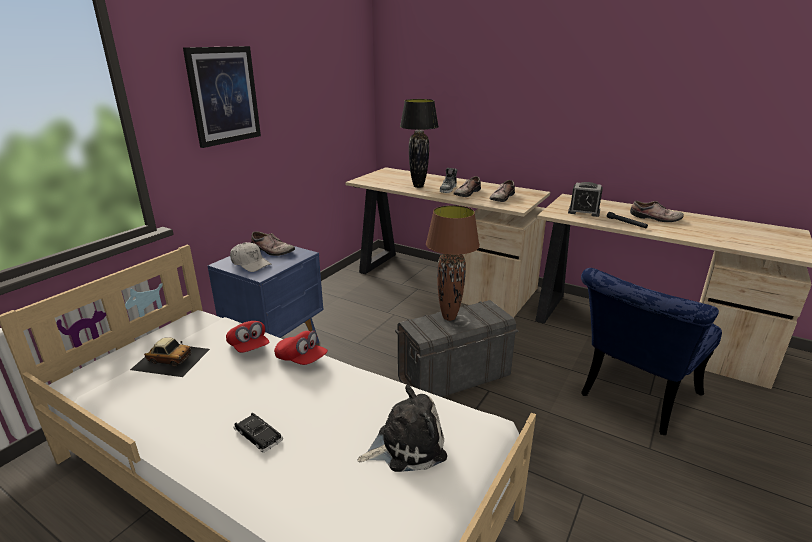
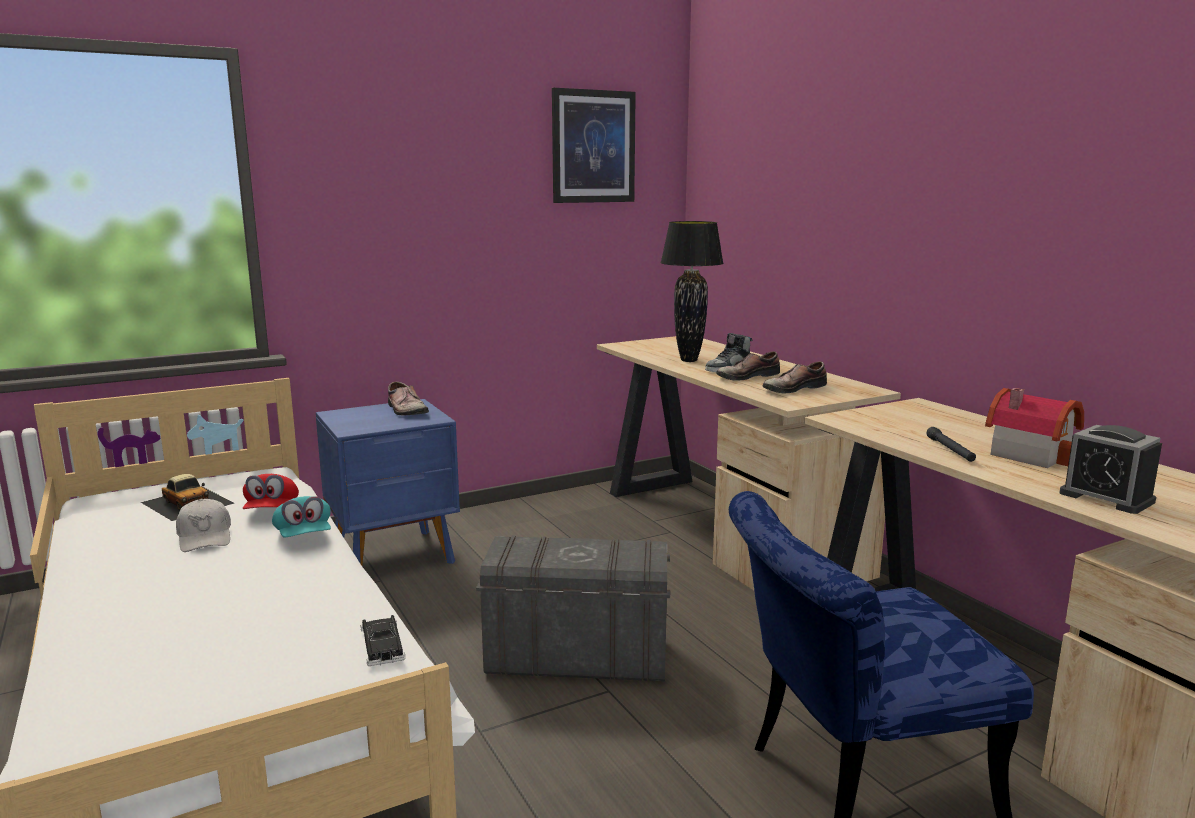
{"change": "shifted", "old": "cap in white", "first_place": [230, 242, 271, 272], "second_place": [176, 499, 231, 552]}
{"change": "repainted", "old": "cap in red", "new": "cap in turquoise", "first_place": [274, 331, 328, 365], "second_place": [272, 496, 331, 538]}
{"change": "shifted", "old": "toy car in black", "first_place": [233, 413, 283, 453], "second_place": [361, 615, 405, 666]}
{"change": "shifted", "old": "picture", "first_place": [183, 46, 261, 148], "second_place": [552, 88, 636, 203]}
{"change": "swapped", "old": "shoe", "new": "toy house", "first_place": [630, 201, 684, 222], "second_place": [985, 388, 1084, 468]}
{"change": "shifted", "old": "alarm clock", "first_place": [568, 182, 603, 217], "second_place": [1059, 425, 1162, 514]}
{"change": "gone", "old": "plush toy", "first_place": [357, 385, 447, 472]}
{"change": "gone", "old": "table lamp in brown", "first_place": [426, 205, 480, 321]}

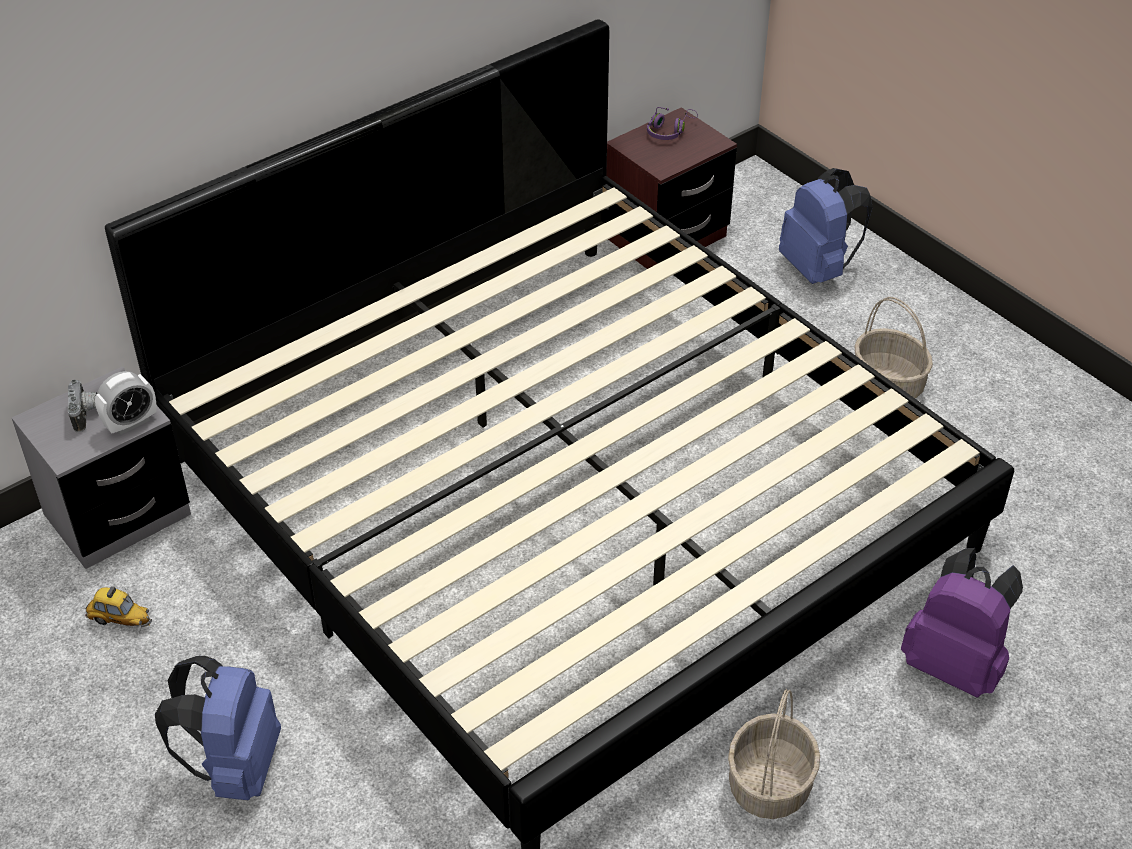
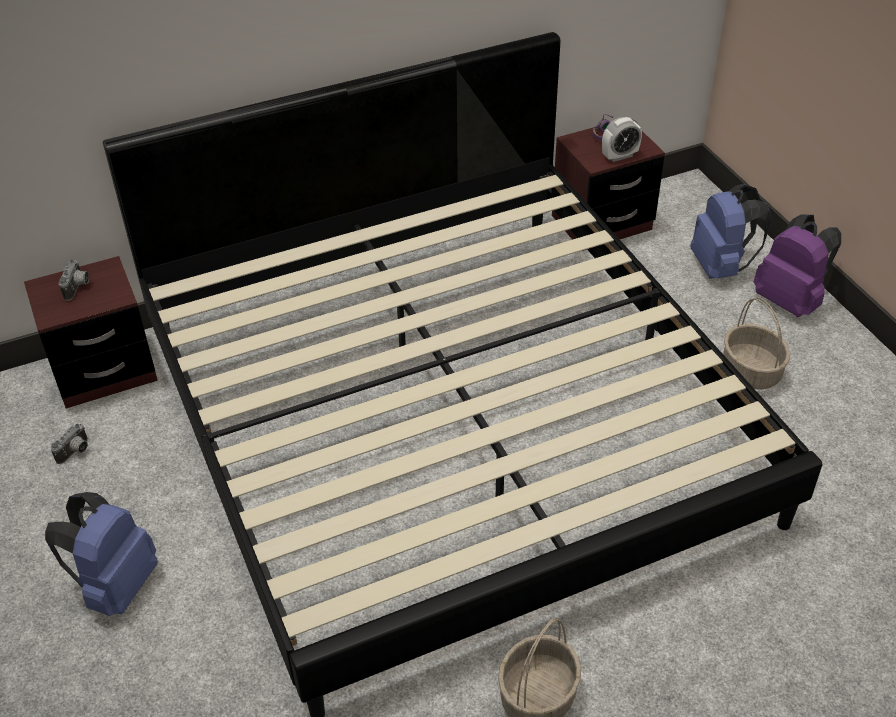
{"change": "repainted", "old": "nightstand in grey", "new": "nightstand in brown", "first_place": [12, 367, 191, 569], "second_place": [24, 256, 158, 408]}
{"change": "swapped", "old": "toy car", "new": "photo camera", "first_place": [85, 586, 152, 627], "second_place": [51, 424, 88, 464]}
{"change": "shifted", "old": "alarm clock", "first_place": [95, 371, 157, 435], "second_place": [602, 117, 642, 162]}
{"change": "shifted", "old": "backpack in purple", "first_place": [901, 548, 1023, 698], "second_place": [754, 214, 841, 317]}

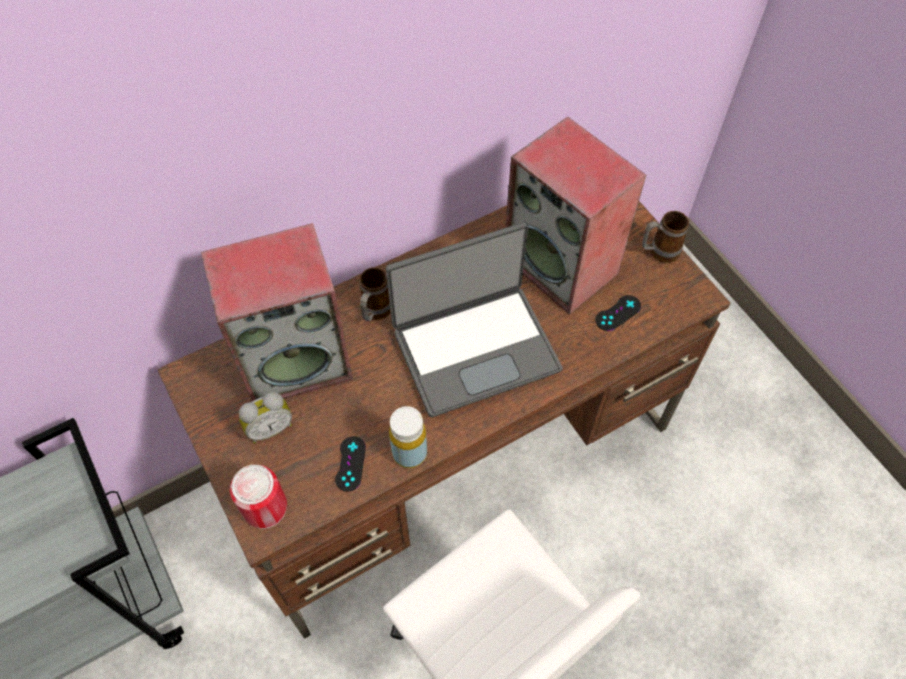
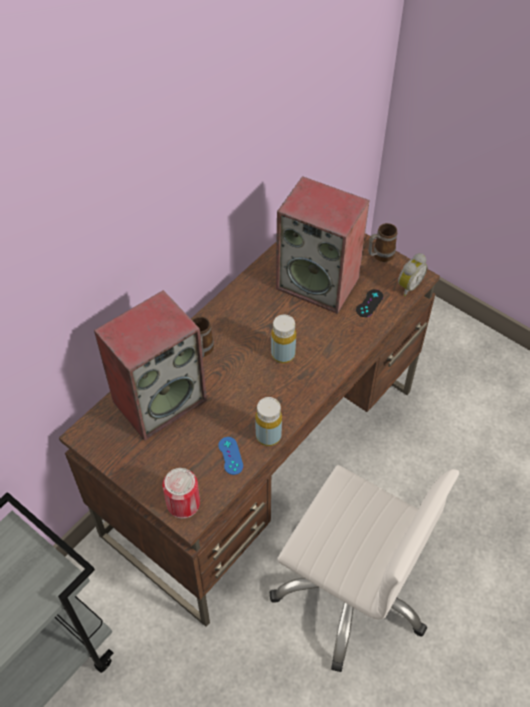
{"change": "repainted", "old": "game controller in black", "new": "game controller in blue", "first_place": [335, 436, 366, 492], "second_place": [218, 437, 243, 475]}
{"change": "swapped", "old": "laptop", "new": "bottle in yellow", "first_place": [386, 222, 562, 417], "second_place": [271, 315, 296, 363]}
{"change": "shifted", "old": "alarm clock", "first_place": [239, 392, 292, 444], "second_place": [398, 253, 428, 296]}

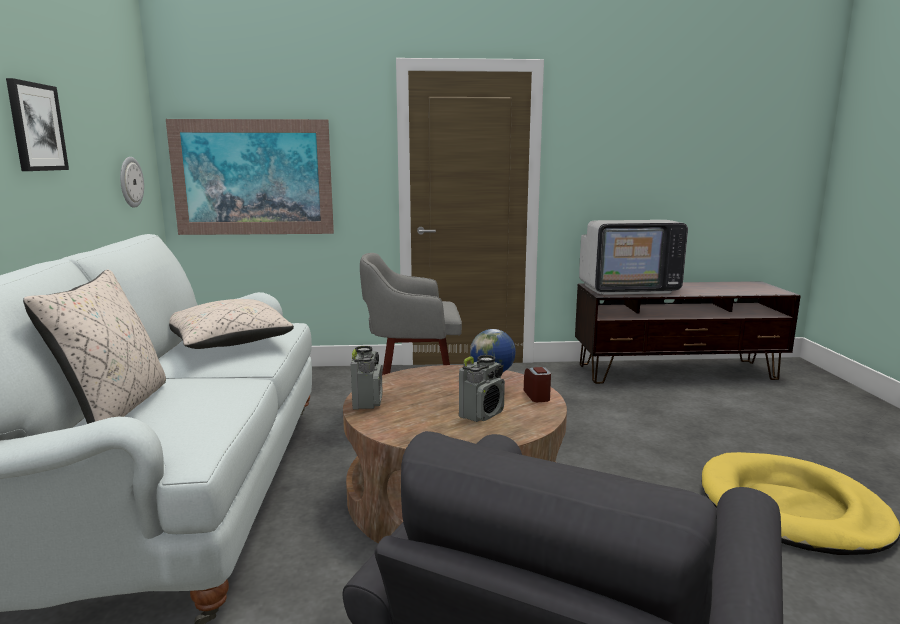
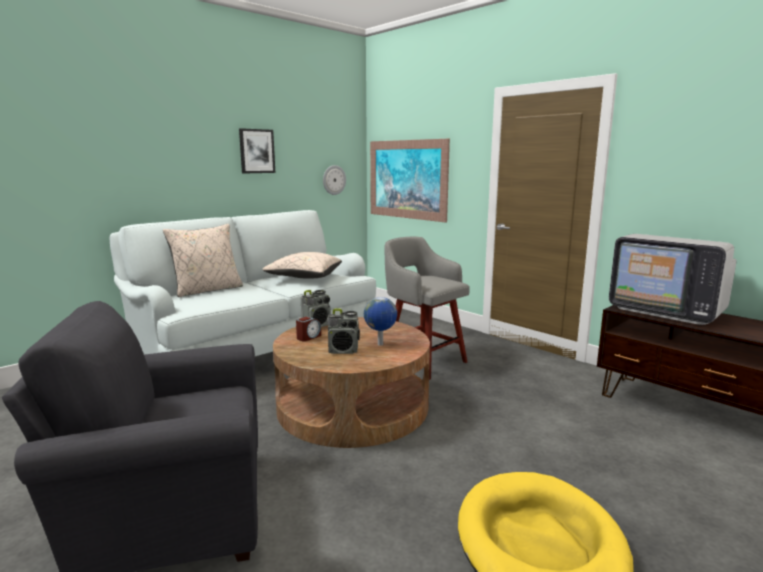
{"change": "shifted", "old": "alarm clock", "first_place": [524, 367, 551, 402], "second_place": [296, 317, 321, 342]}

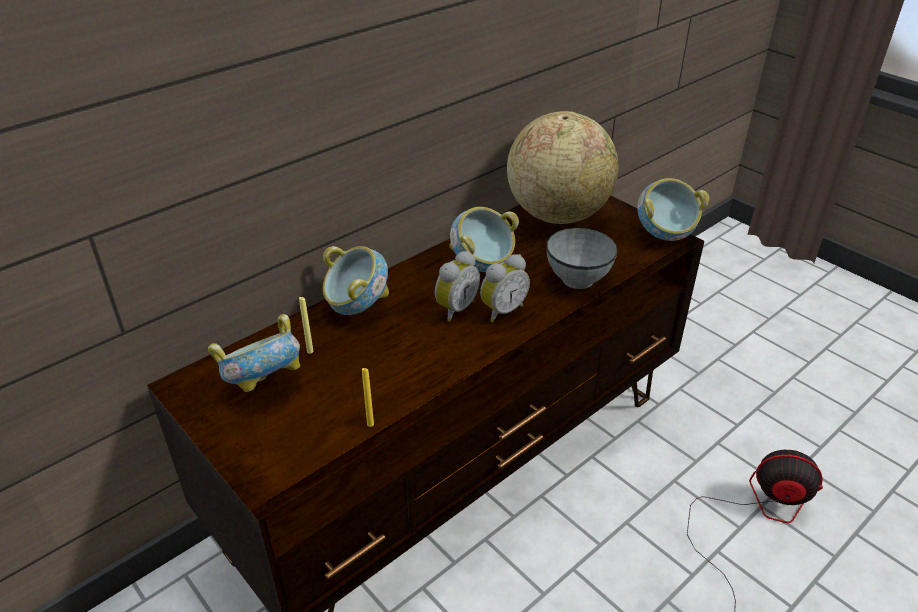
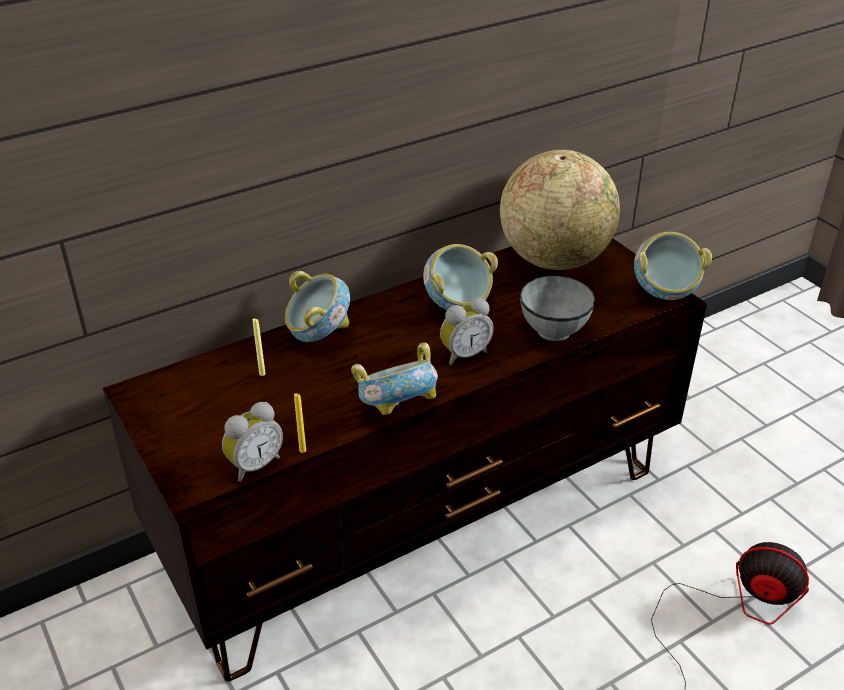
{"change": "shifted", "old": "alarm clock", "first_place": [435, 251, 480, 322], "second_place": [222, 402, 283, 482]}
{"change": "shifted", "old": "bowl", "first_place": [208, 314, 300, 392], "second_place": [351, 342, 438, 415]}

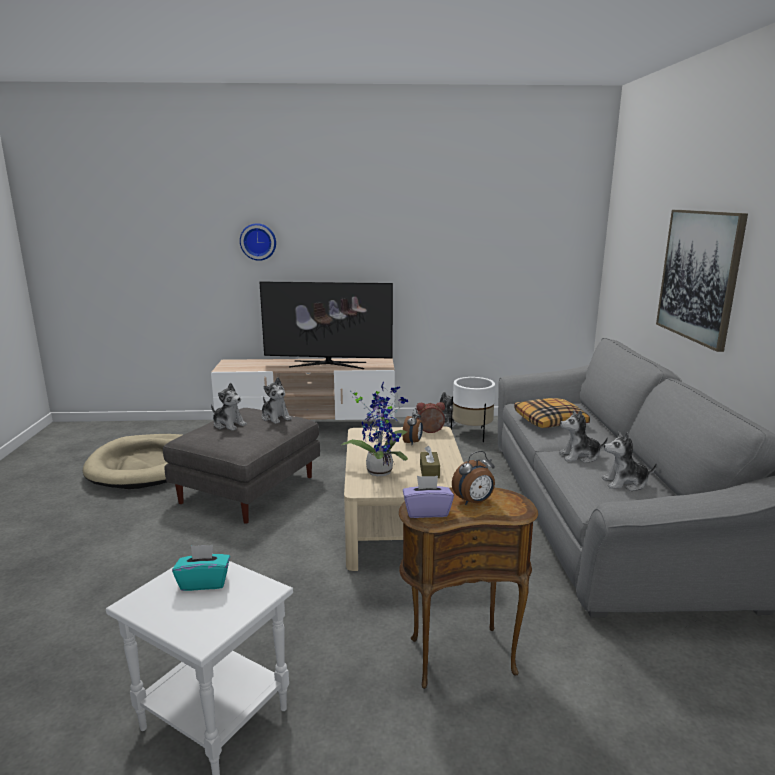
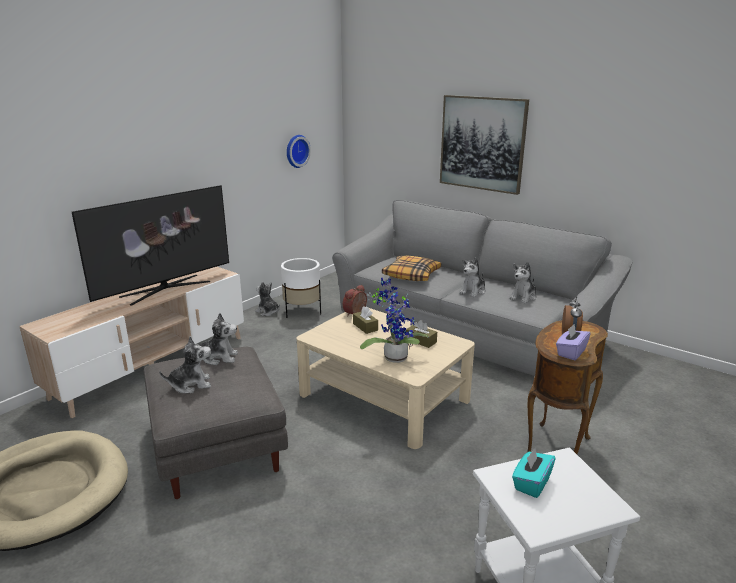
{"change": "shifted", "old": "wall clock", "first_place": [240, 223, 276, 261], "second_place": [287, 135, 311, 168]}
{"change": "swapped", "old": "alarm clock", "new": "tissue box in brown", "first_place": [402, 408, 423, 445], "second_place": [353, 306, 378, 334]}

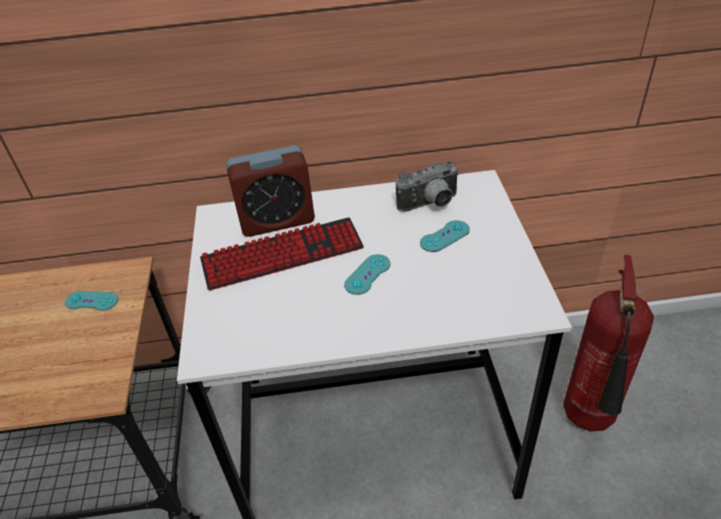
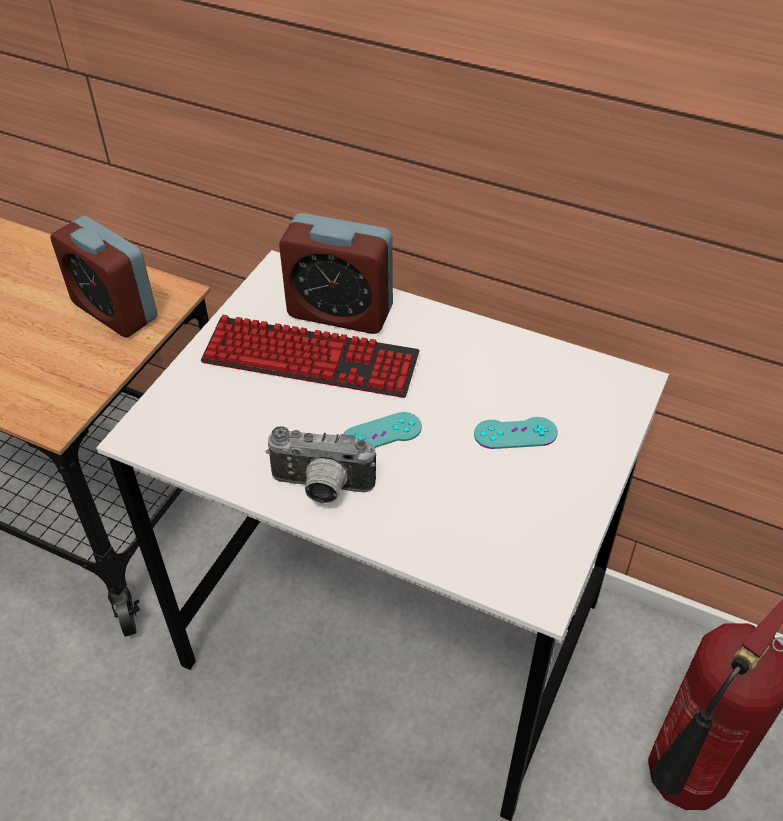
{"change": "swapped", "old": "game controller in turquoise", "new": "alarm clock", "first_place": [65, 291, 118, 311], "second_place": [50, 216, 158, 338]}
{"change": "shifted", "old": "photo camera", "first_place": [396, 161, 459, 212], "second_place": [266, 426, 376, 504]}

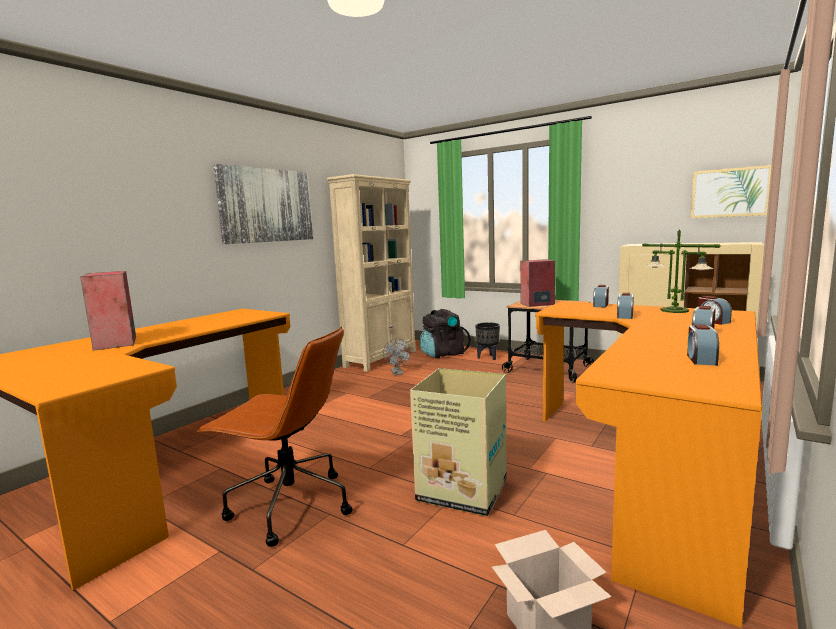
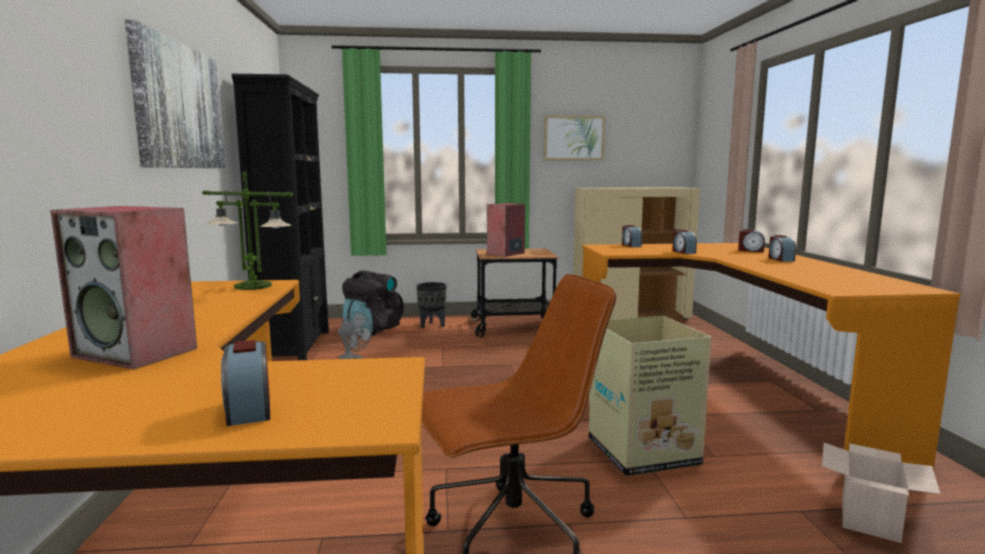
{"change": "shifted", "old": "table lamp", "first_place": [642, 230, 721, 313], "second_place": [202, 171, 293, 290]}
{"change": "shifted", "old": "alarm clock", "first_place": [687, 324, 719, 365], "second_place": [221, 340, 270, 426]}
{"change": "repainted", "old": "bookcase in beige", "new": "bookcase in black", "first_place": [327, 174, 416, 372], "second_place": [231, 74, 329, 360]}
{"change": "shifted", "old": "picture", "first_place": [691, 165, 772, 218], "second_place": [544, 115, 605, 161]}

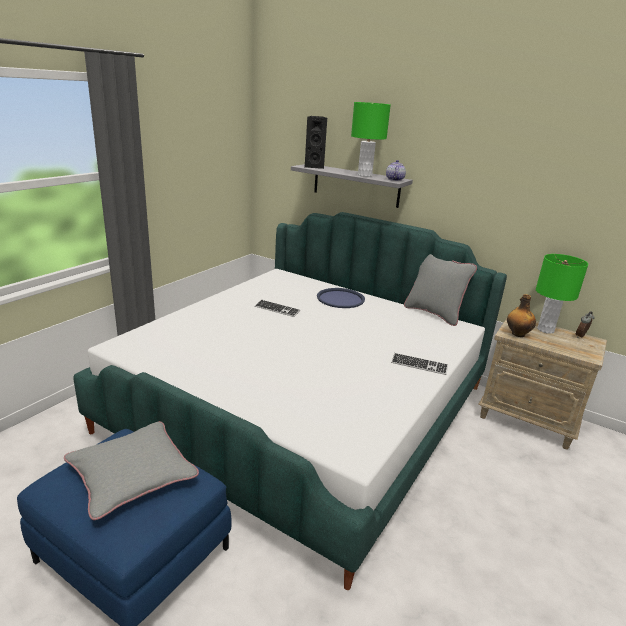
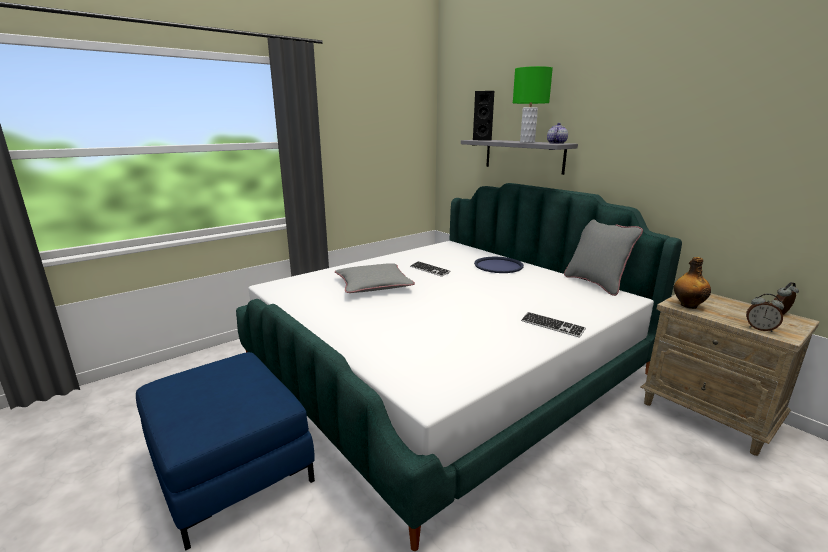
{"change": "shifted", "old": "pillow in grey", "first_place": [64, 421, 199, 520], "second_place": [335, 263, 415, 293]}
{"change": "new", "new": "alarm clock", "second_place": [746, 294, 784, 332]}
{"change": "gone", "old": "table lamp in green", "first_place": [536, 254, 588, 334]}

